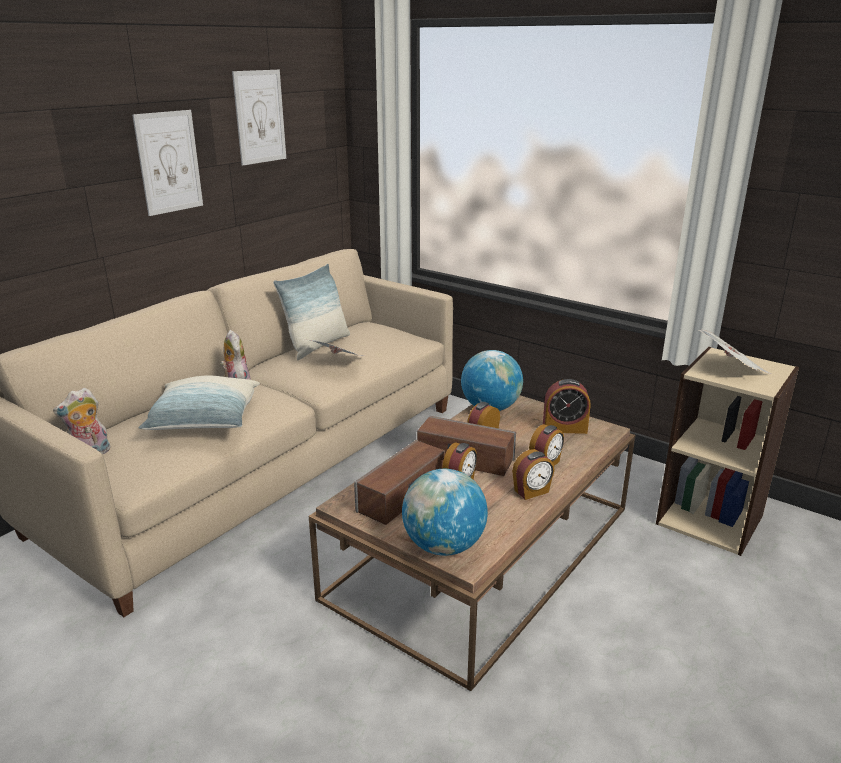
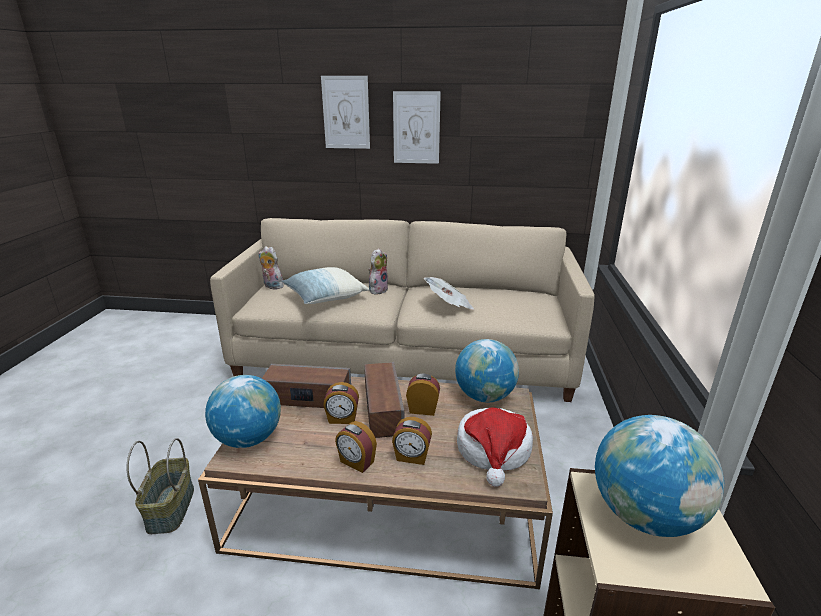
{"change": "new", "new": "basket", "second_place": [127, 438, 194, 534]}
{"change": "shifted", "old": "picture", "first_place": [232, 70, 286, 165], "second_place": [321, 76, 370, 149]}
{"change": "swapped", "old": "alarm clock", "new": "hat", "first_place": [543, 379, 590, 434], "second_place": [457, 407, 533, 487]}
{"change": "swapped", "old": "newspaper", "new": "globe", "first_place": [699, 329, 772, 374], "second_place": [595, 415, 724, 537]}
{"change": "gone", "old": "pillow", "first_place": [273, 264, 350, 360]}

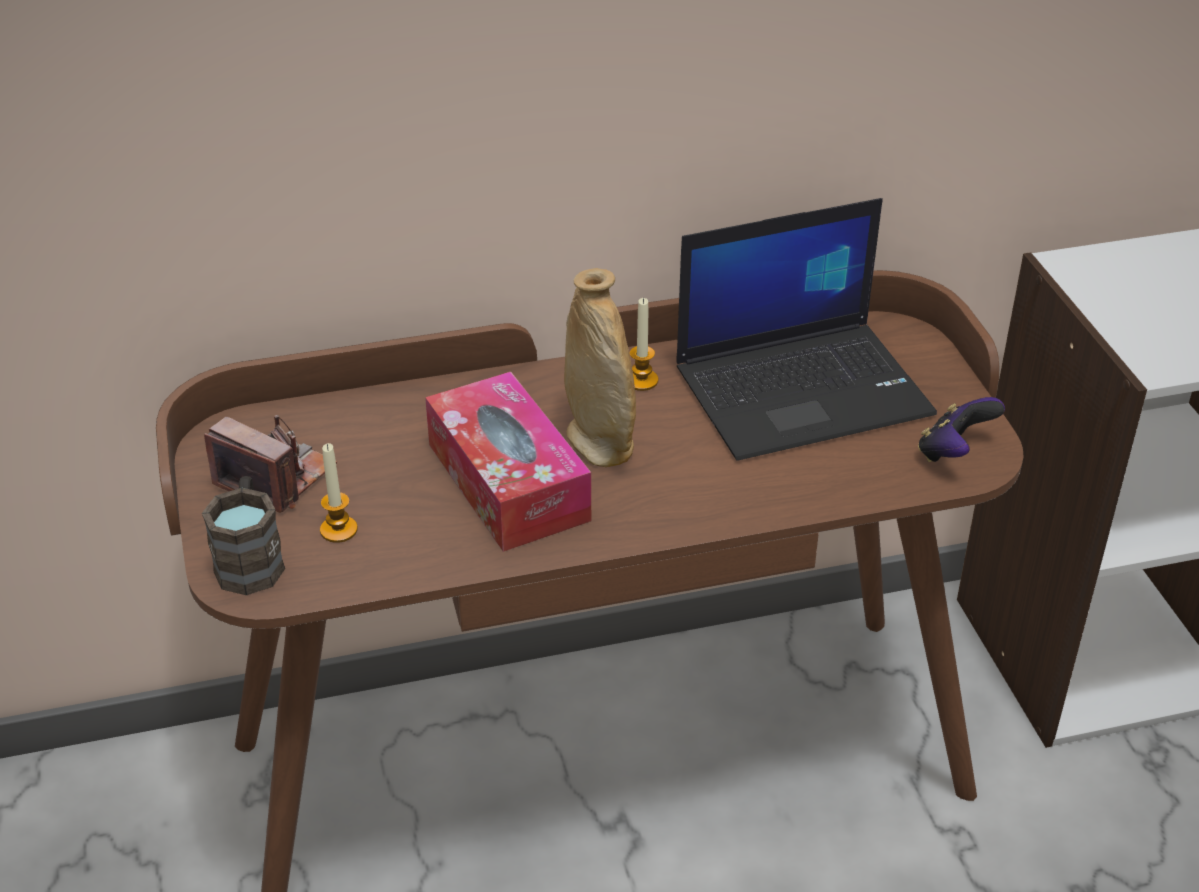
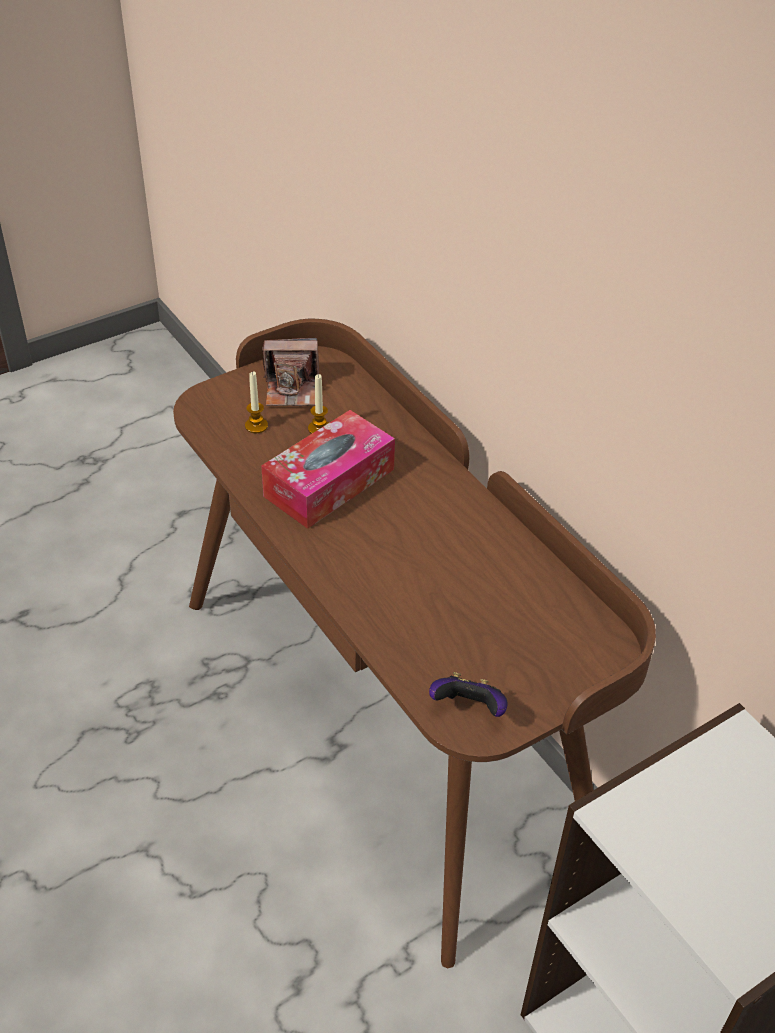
{"change": "rotated", "old": "photo camera", "first_place": [204, 415, 337, 513], "second_place": [262, 338, 319, 406], "degrees": 75}
{"change": "shifted", "old": "candle", "first_place": [630, 298, 659, 391], "second_place": [308, 374, 328, 434]}
{"change": "gone", "old": "mug in brown", "first_place": [202, 476, 285, 595]}
{"change": "gone", "old": "vase in beige", "first_place": [564, 268, 636, 467]}
{"change": "gone", "old": "laptop", "first_place": [676, 198, 937, 461]}

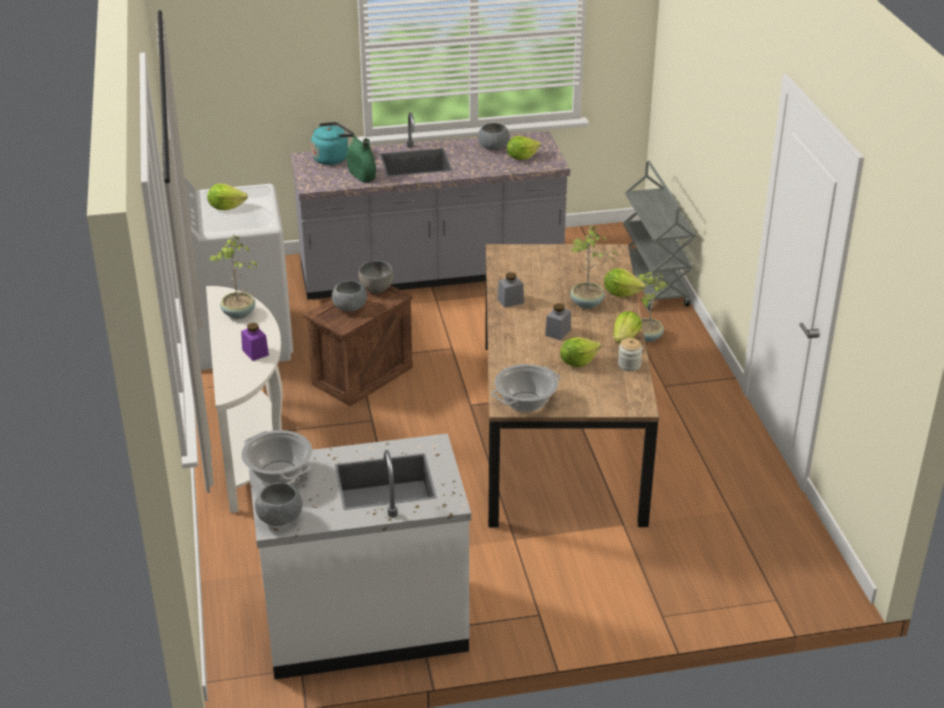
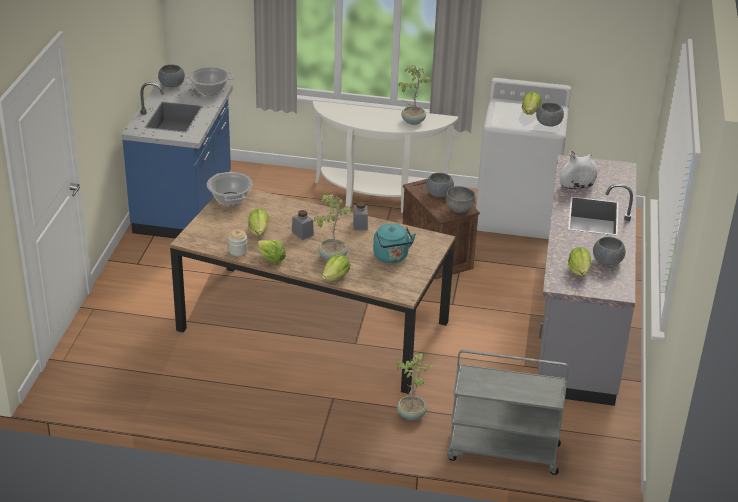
{"change": "repainted", "old": "counter in white", "new": "counter in blue", "first_place": [249, 433, 471, 680], "second_place": [122, 80, 233, 238]}
{"change": "shifted", "old": "kettle in turquoise", "first_place": [311, 122, 354, 165], "second_place": [373, 224, 416, 263]}
{"change": "new", "new": "bowl in grey", "second_place": [536, 103, 564, 126]}
{"change": "repainted", "old": "vase in green", "new": "vase in white", "first_place": [347, 134, 376, 183], "second_place": [560, 151, 597, 189]}
{"change": "gone", "old": "jar in purple", "first_place": [241, 323, 269, 361]}

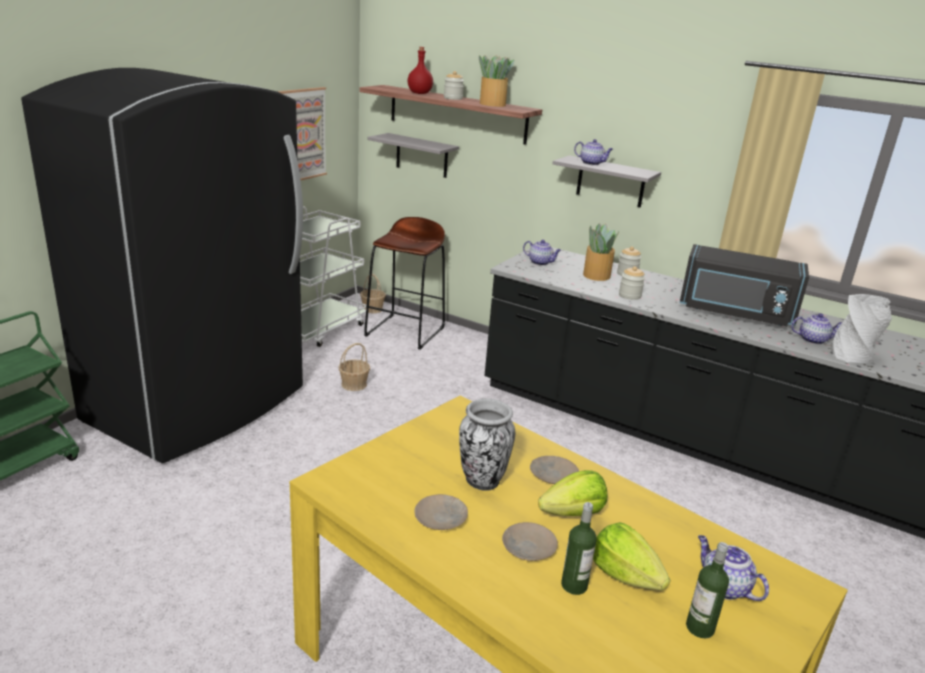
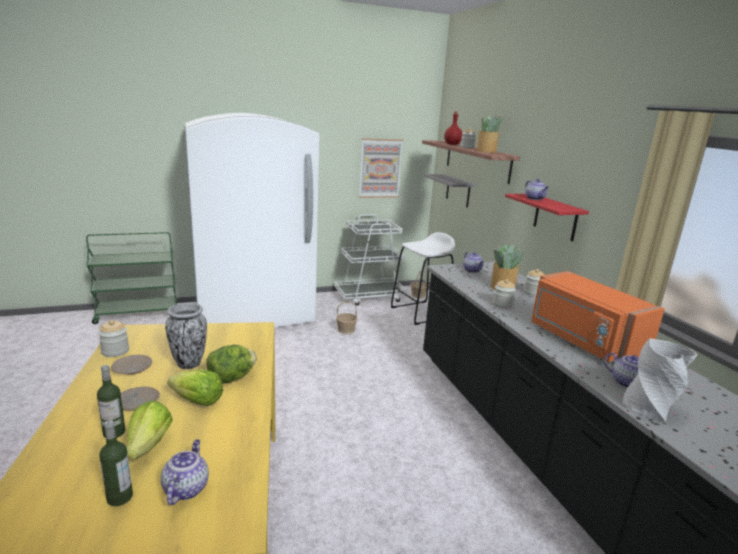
{"change": "new", "new": "jar", "second_place": [98, 320, 129, 357]}
{"change": "repainted", "old": "fridge in black", "new": "fridge in white", "first_place": [21, 68, 303, 463], "second_place": [185, 113, 320, 328]}
{"change": "swapped", "old": "plate in beige", "new": "lettuce", "first_place": [530, 456, 579, 484], "second_place": [206, 345, 257, 383]}
{"change": "repainted", "old": "stool in brown", "new": "stool in white", "first_place": [364, 217, 445, 350], "second_place": [391, 232, 455, 325]}
{"change": "repainted", "old": "shelf in grey", "new": "shelf in red", "first_place": [552, 155, 661, 207], "second_place": [505, 194, 589, 241]}
{"change": "repainted", "old": "microwave in black", "new": "microwave in orange", "first_place": [680, 244, 809, 326], "second_place": [531, 271, 665, 363]}

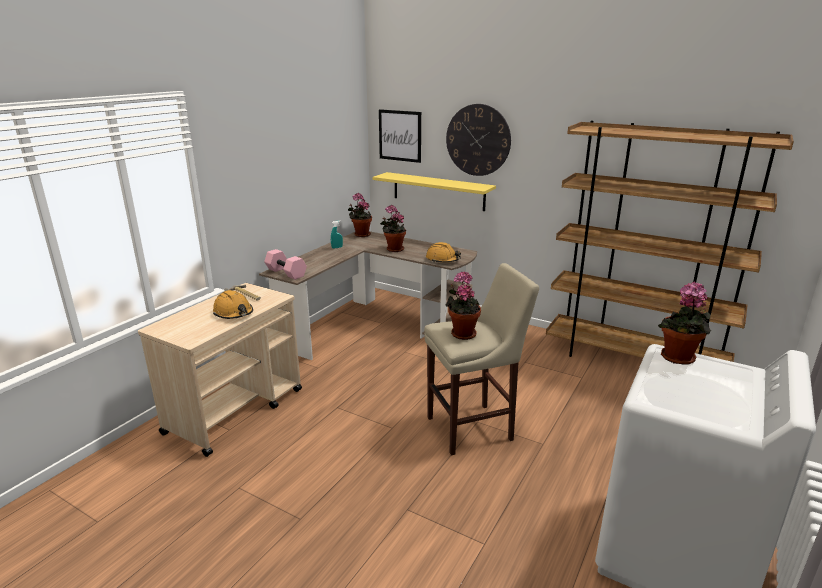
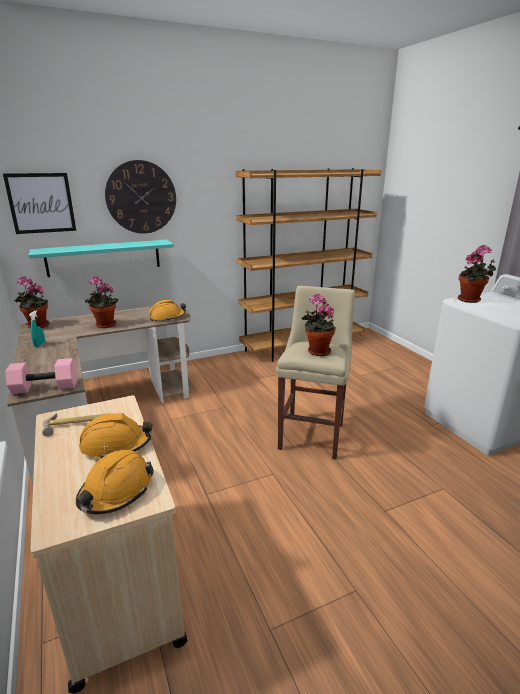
{"change": "repainted", "old": "shelf in yellow", "new": "shelf in turquoise", "first_place": [373, 172, 496, 211], "second_place": [29, 240, 174, 277]}
{"change": "new", "new": "hard hat in orange", "second_place": [76, 450, 154, 514]}

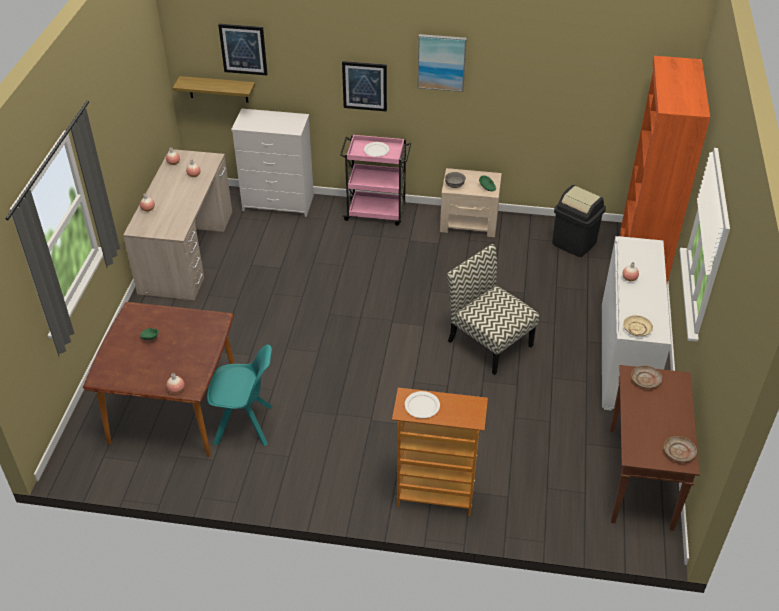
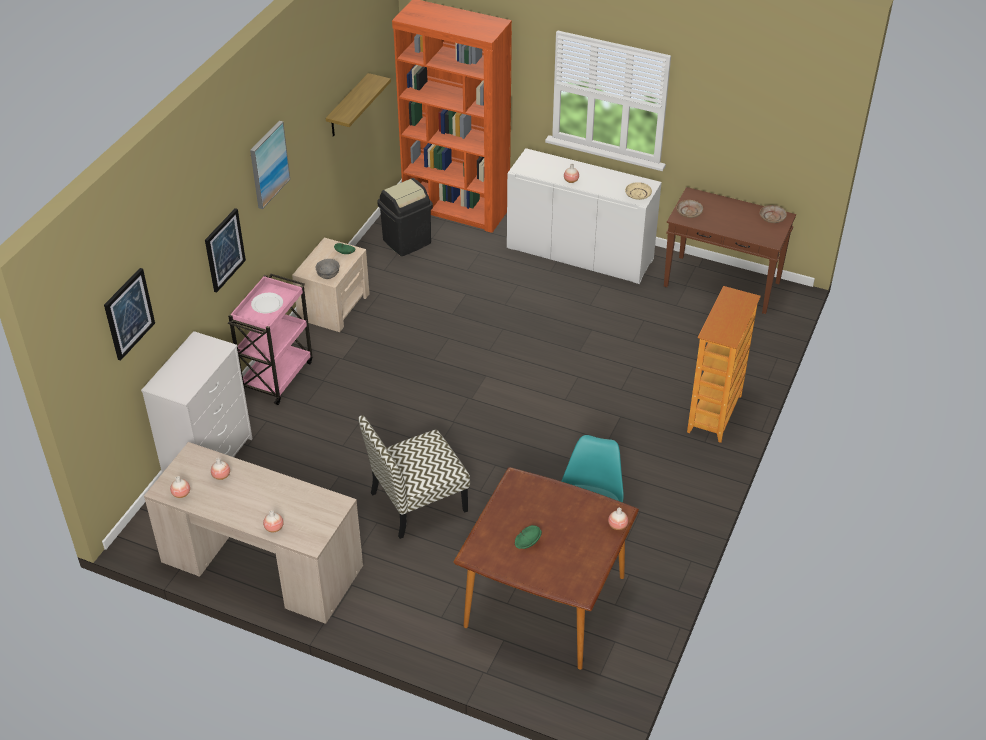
{"change": "shifted", "old": "shelf", "first_place": [173, 76, 255, 103], "second_place": [326, 73, 391, 137]}
{"change": "shifted", "old": "chair", "first_place": [447, 244, 539, 375], "second_place": [358, 415, 470, 539]}
{"change": "gone", "old": "plate in white", "first_place": [405, 391, 440, 418]}

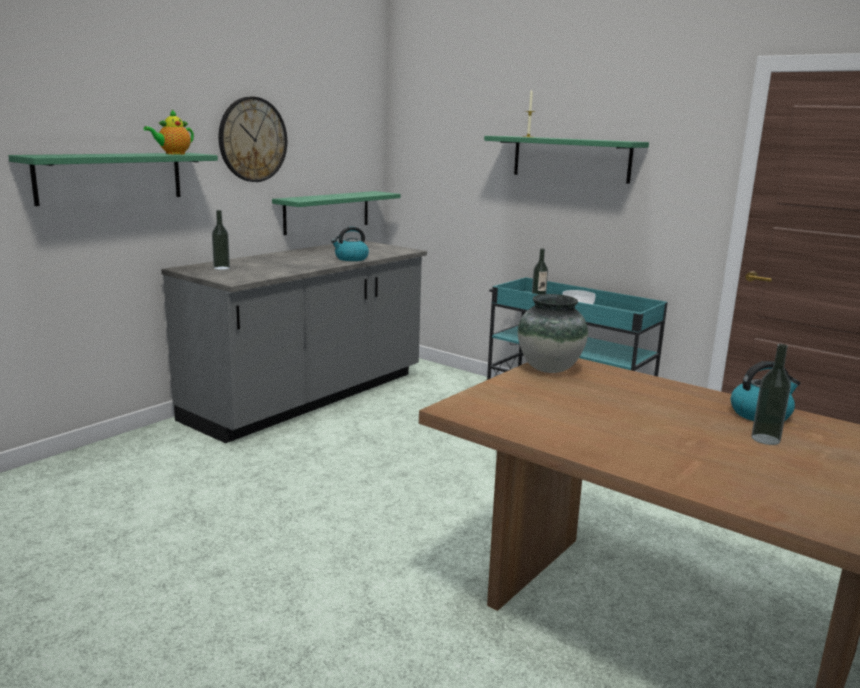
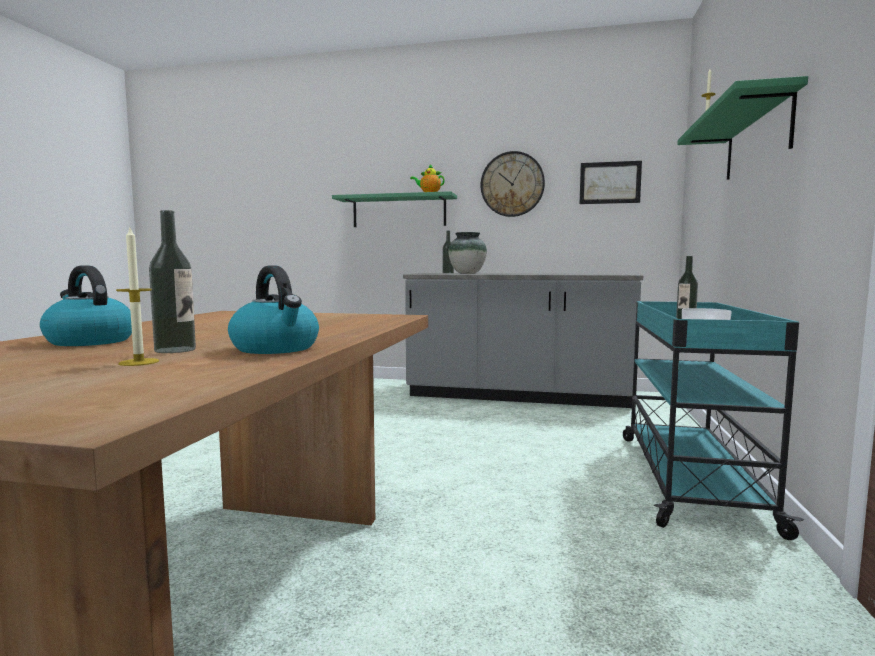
{"change": "shifted", "old": "kettle", "first_place": [331, 227, 369, 261], "second_place": [40, 265, 132, 346]}
{"change": "new", "new": "candle", "second_place": [116, 228, 159, 366]}
{"change": "shifted", "old": "vase", "first_place": [518, 294, 588, 373], "second_place": [448, 232, 487, 274]}
{"change": "new", "new": "picture", "second_place": [579, 161, 642, 204]}
{"change": "gone", "old": "shelf in green", "first_place": [272, 191, 401, 235]}

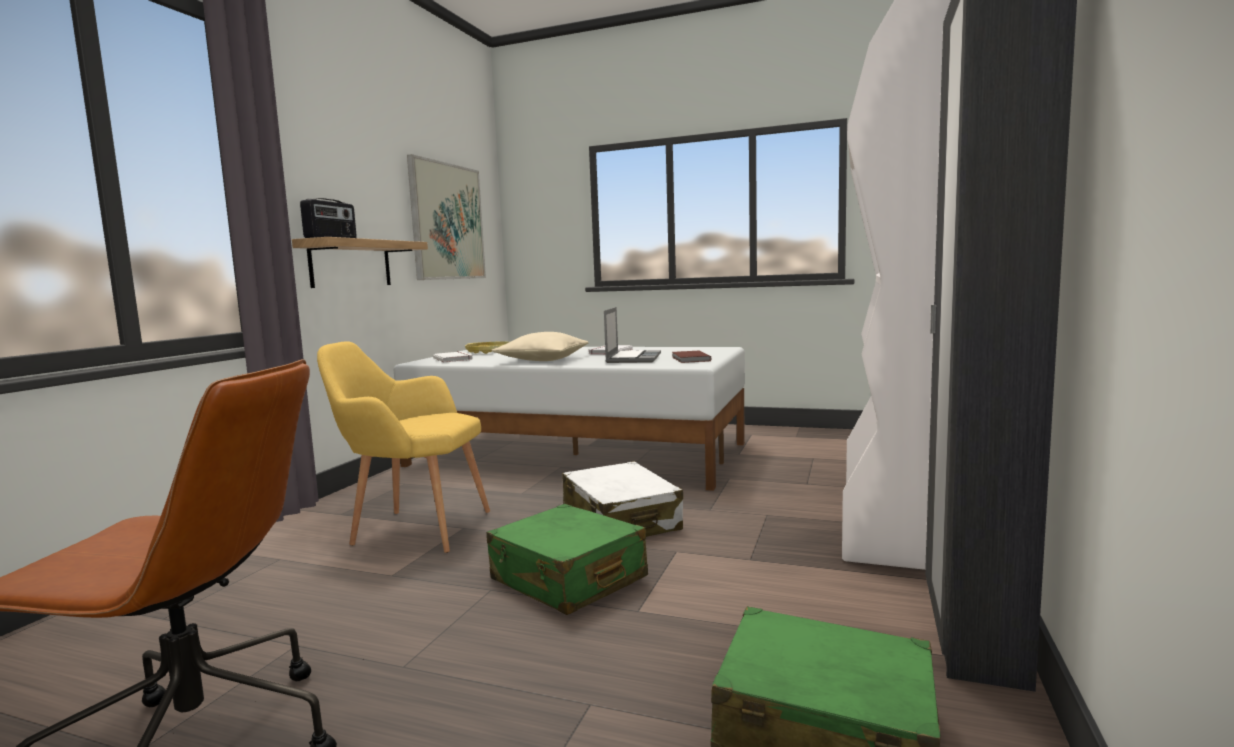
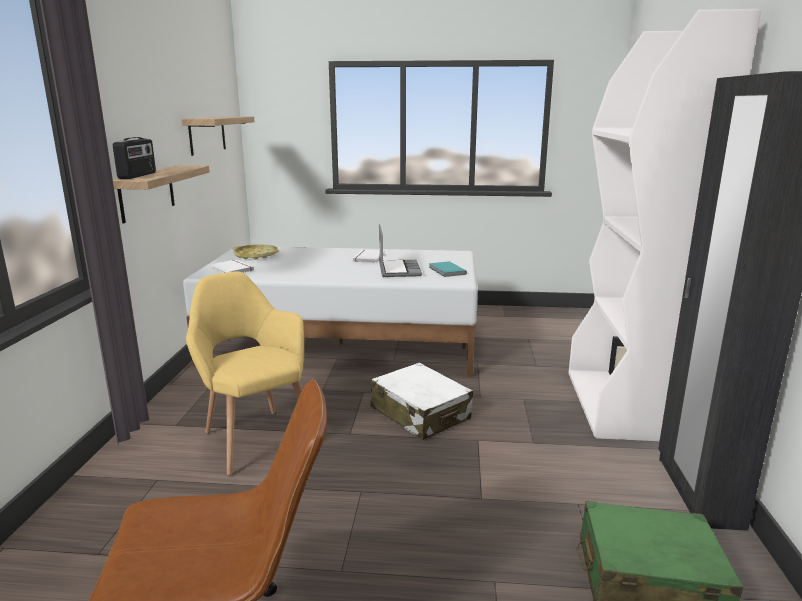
{"change": "swapped", "old": "picture", "new": "shelf", "first_place": [407, 154, 486, 280], "second_place": [182, 116, 254, 156]}
{"change": "rotated", "old": "armchair in yellow", "first_place": [317, 341, 490, 553], "second_place": [186, 272, 304, 476], "degrees": 60}
{"change": "repainted", "old": "book in brown", "new": "book in turquoise", "first_place": [672, 351, 712, 363], "second_place": [429, 261, 467, 277]}
{"change": "gone", "old": "suitcase in green", "first_place": [486, 504, 648, 615]}
{"change": "gone", "old": "pillow in beige", "first_place": [492, 332, 588, 361]}

